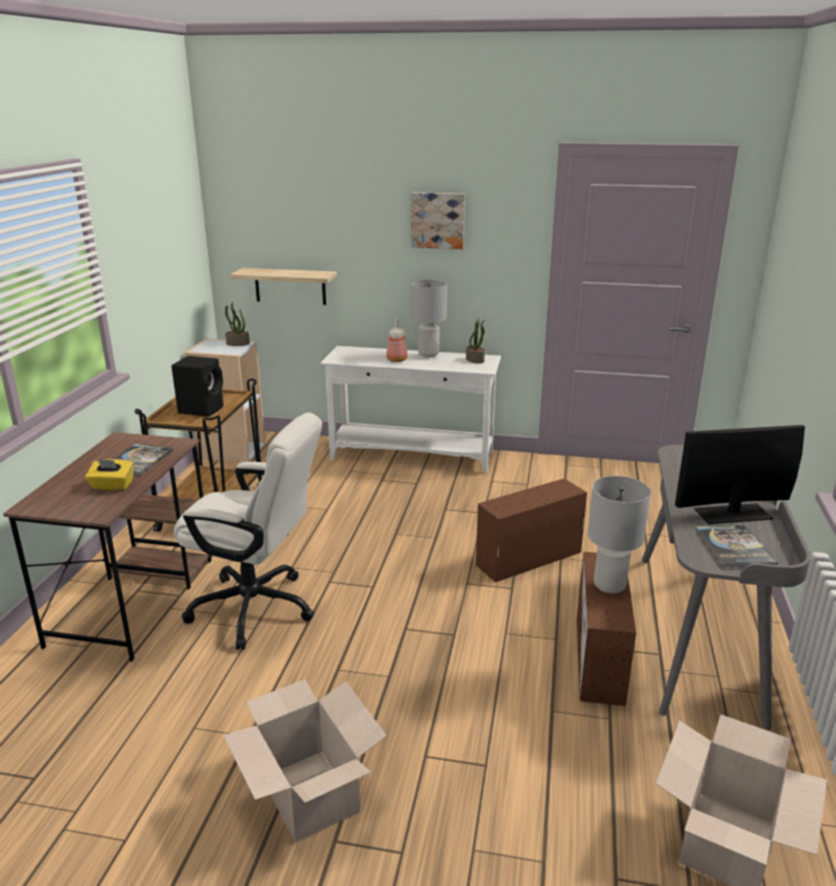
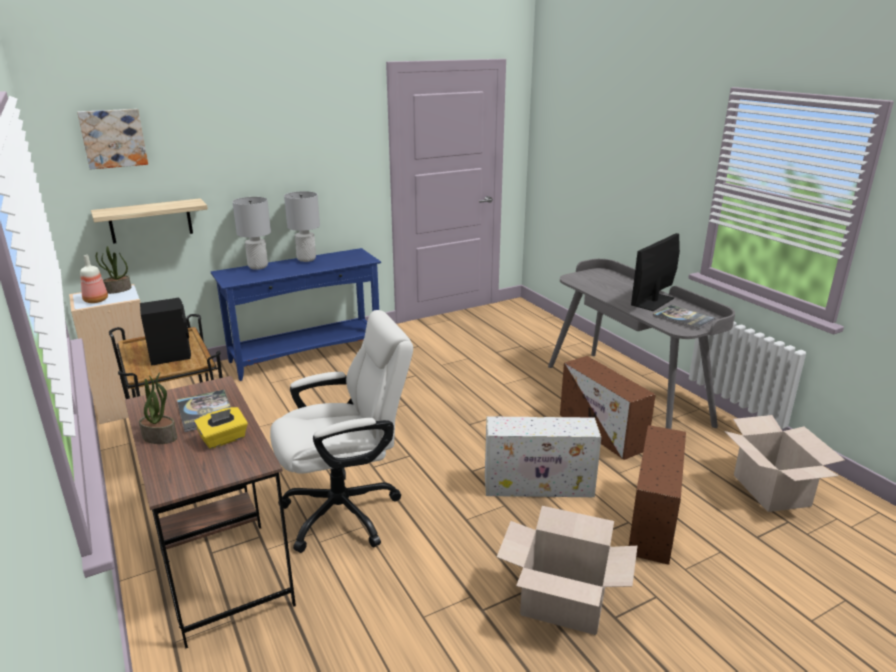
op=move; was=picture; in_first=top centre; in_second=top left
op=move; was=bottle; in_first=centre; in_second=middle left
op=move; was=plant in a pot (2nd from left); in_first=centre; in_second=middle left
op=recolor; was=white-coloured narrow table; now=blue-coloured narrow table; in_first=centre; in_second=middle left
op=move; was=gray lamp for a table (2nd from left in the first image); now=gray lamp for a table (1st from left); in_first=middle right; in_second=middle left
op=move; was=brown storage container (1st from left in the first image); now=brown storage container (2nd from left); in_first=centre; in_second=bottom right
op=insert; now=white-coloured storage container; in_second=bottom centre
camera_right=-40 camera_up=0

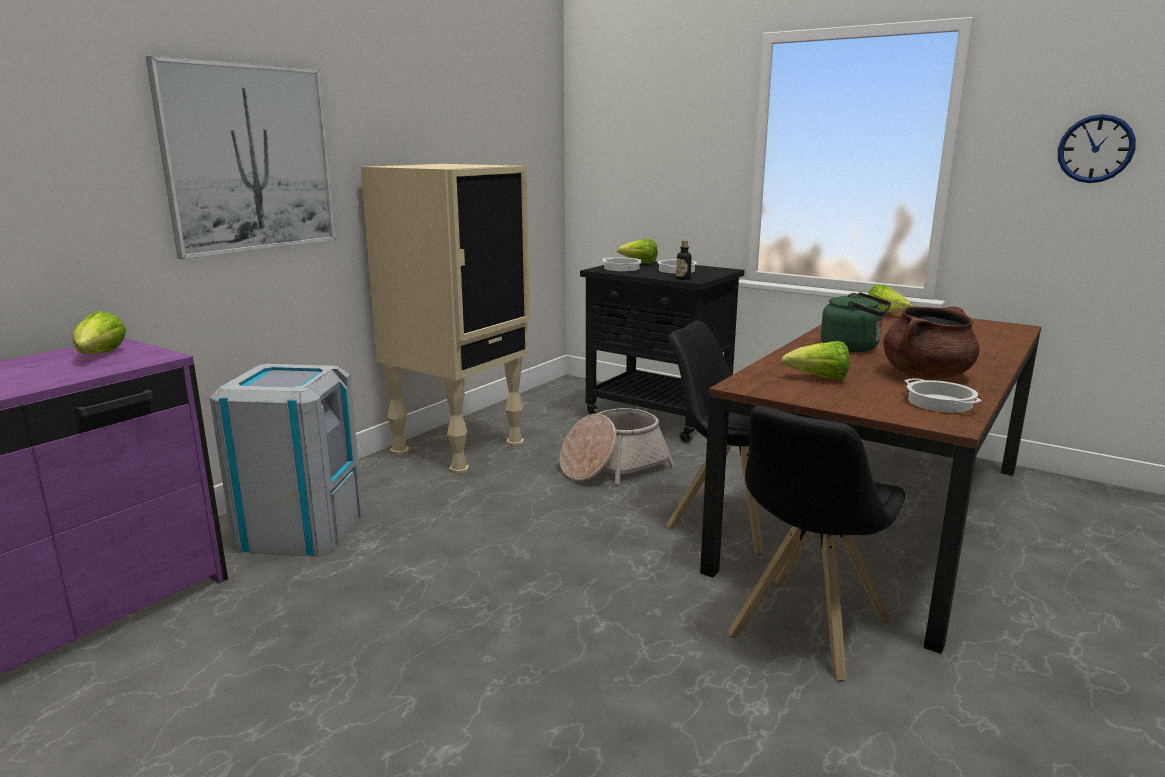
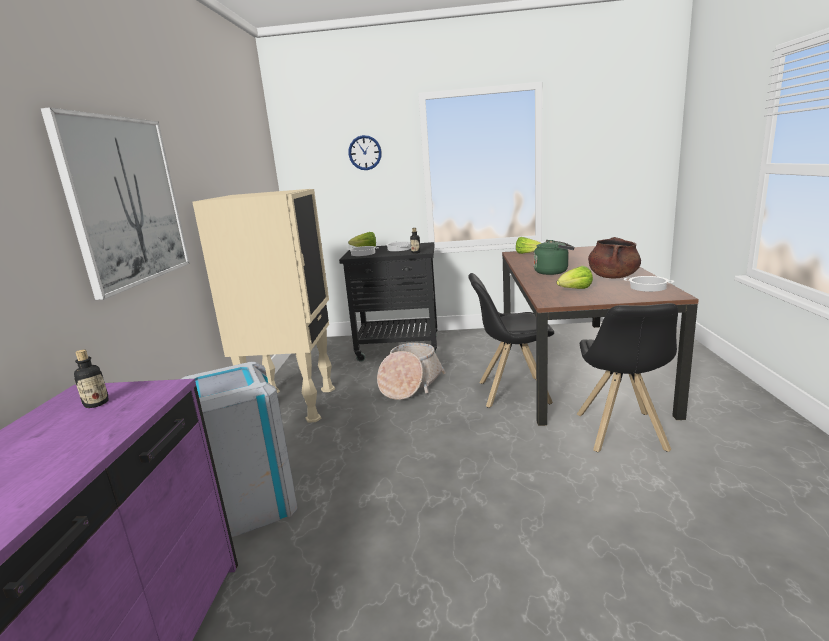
op=move; was=clock on the wall; in_first=top right; in_second=top centre
op=replace; was=lettuce head (1st from left); now=bottle (1st from left); in_first=middle left; in_second=middle left
camera_right=-30 camera_up=0

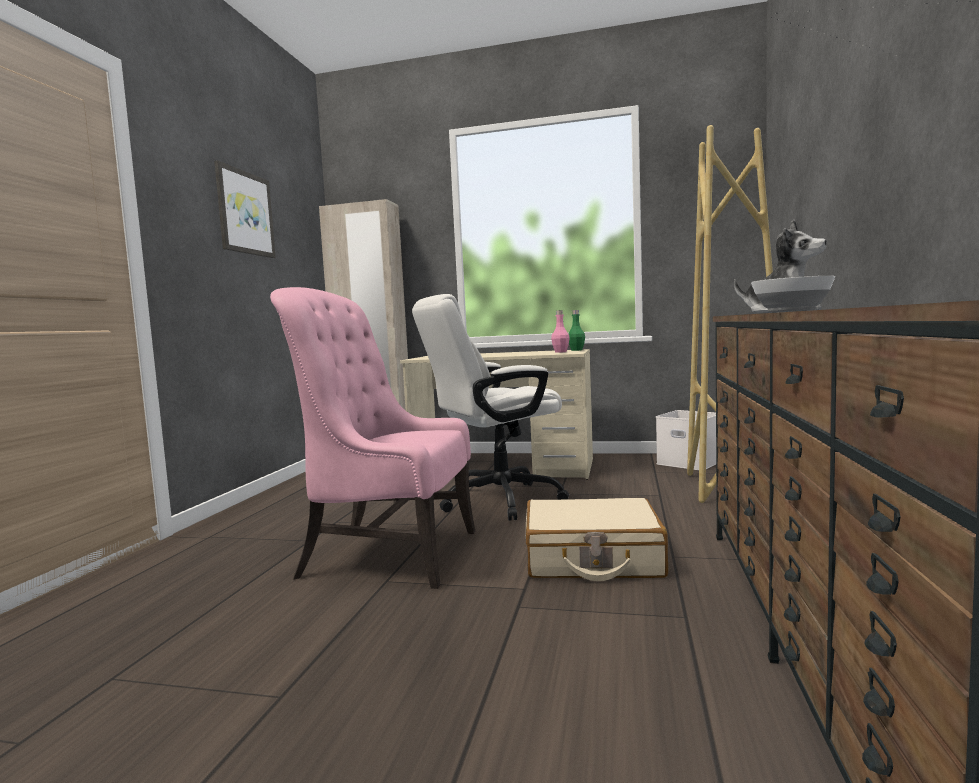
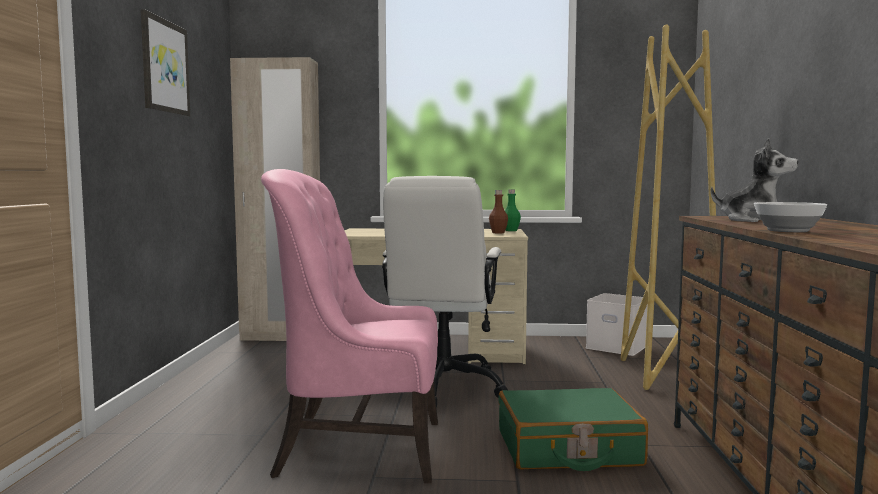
op=rotate; was=white-coloured computer chair; in_first=centre; in_second=centre; clockwise=-45
op=recolor; was=pink bottle; now=brown bottle; in_first=centre; in_second=centre
op=recolor; was=beige-coloured piece of luggage; now=greenish piece of luggage; in_first=bottom centre; in_second=bottom centre
camera_right=-10 camera_up=0

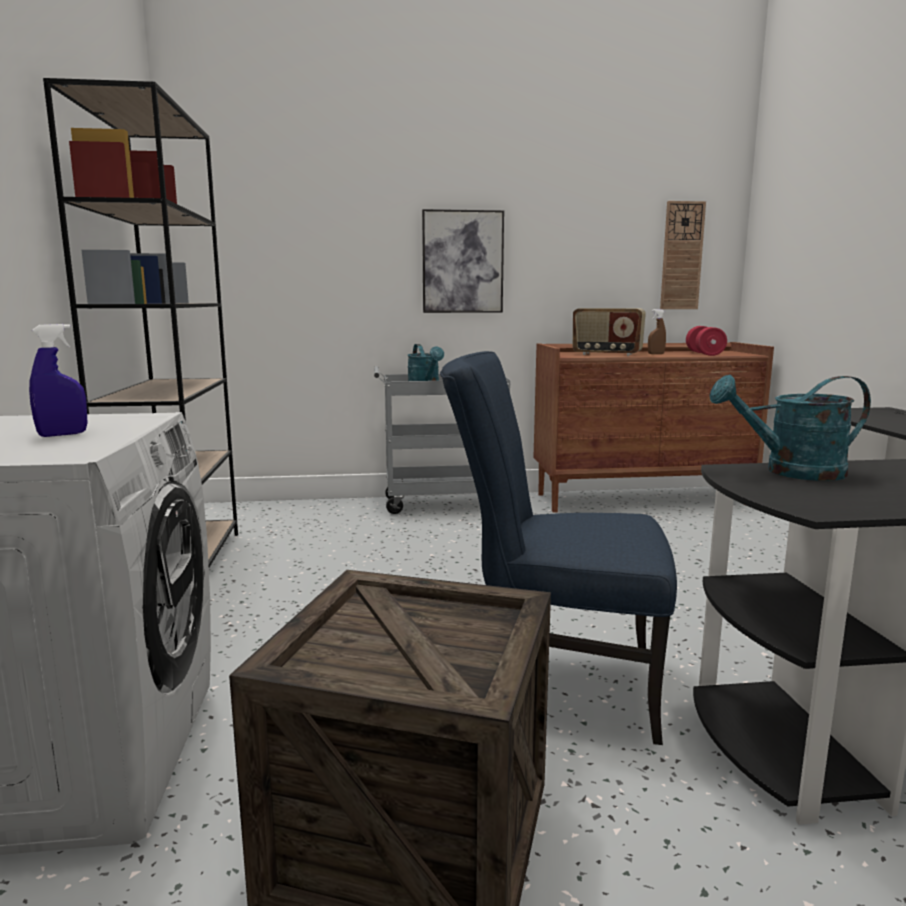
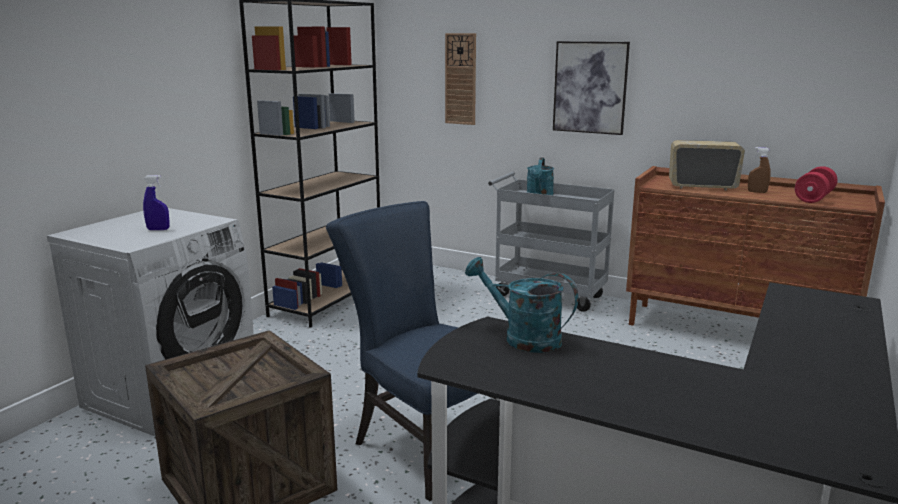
op=move; was=clock on the wall; in_first=top right; in_second=top centre
op=rotate; was=radio; in_first=middle right; in_second=top right; clockwise=135
camera_right=35 camera_up=5

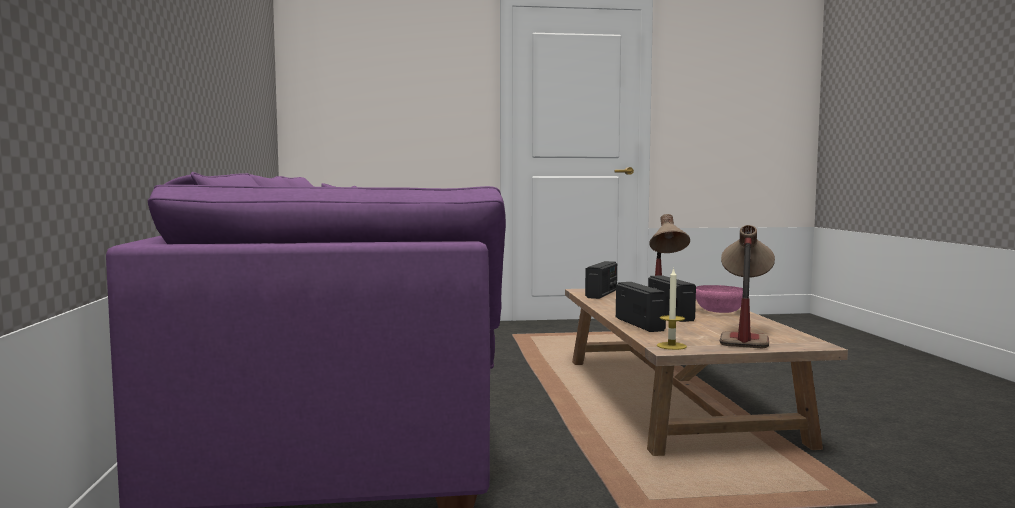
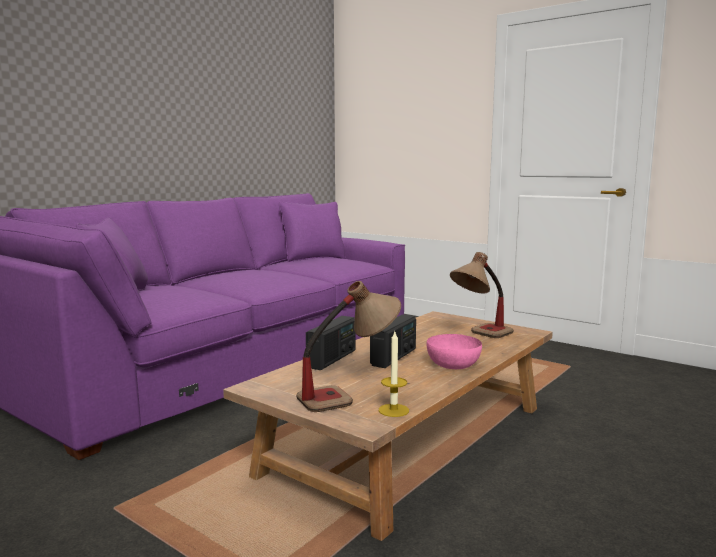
op=delete; was=radio (1st from left); in_first=centre
op=move; was=candle; in_first=centre; in_second=bottom centre
camera_right=45 camera_up=5

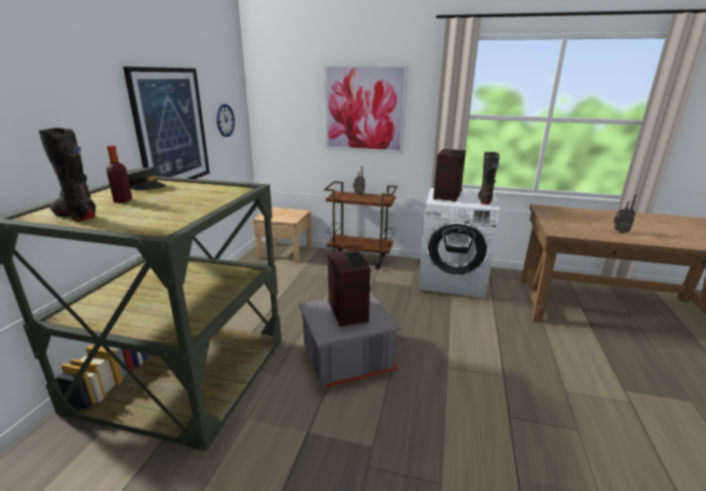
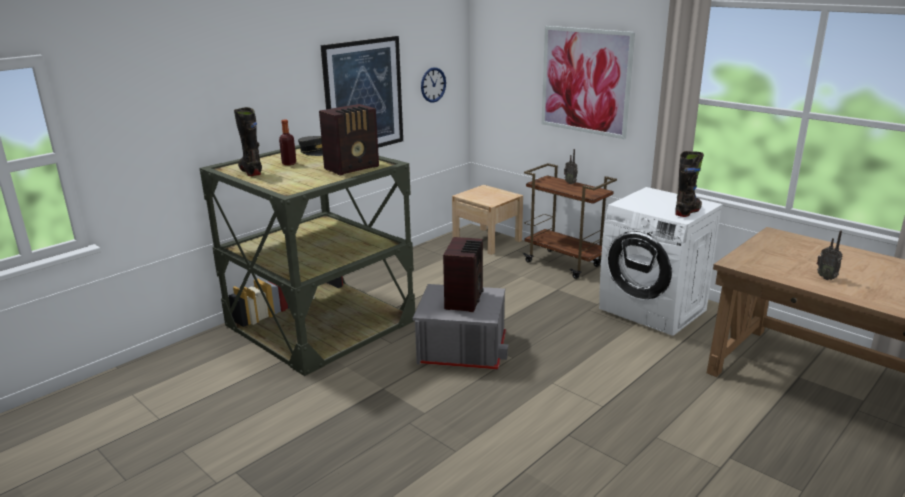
op=move; was=radio (3rd from left in the first image); now=radio (1st from left); in_first=centre; in_second=top centre
camera_right=30 camera_up=0

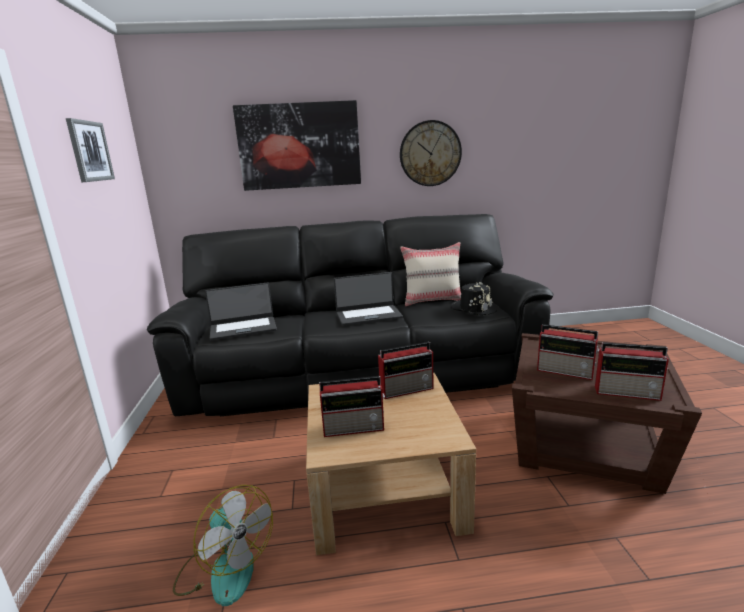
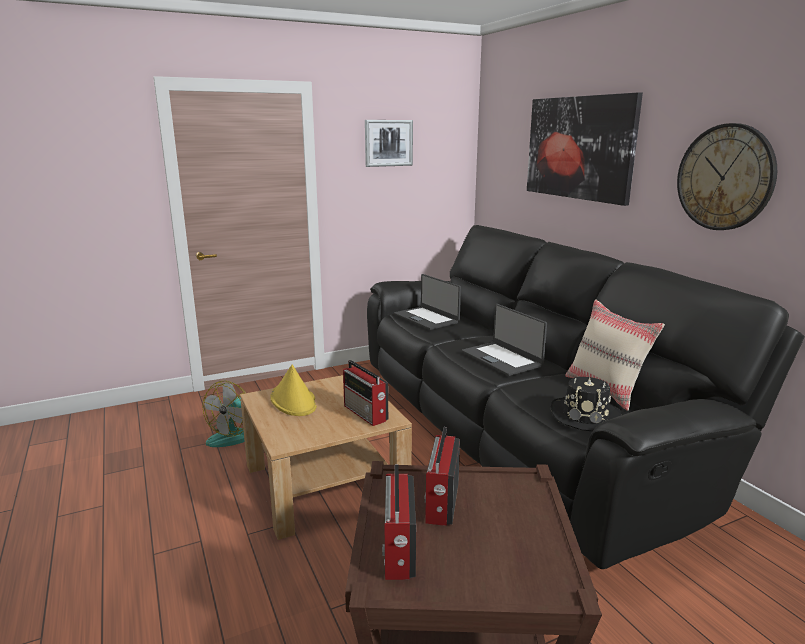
op=replace; was=radio (1st from left); now=yellowish hat; in_first=centre; in_second=centre
camera_right=70 camera_up=0

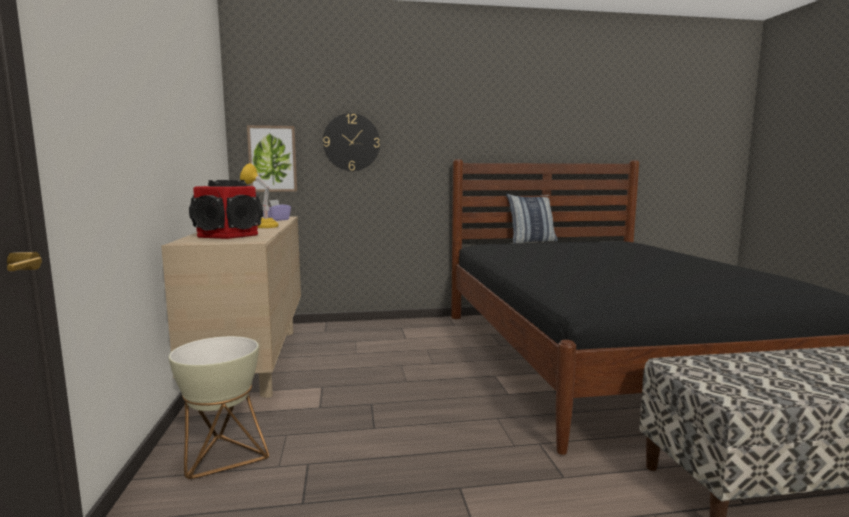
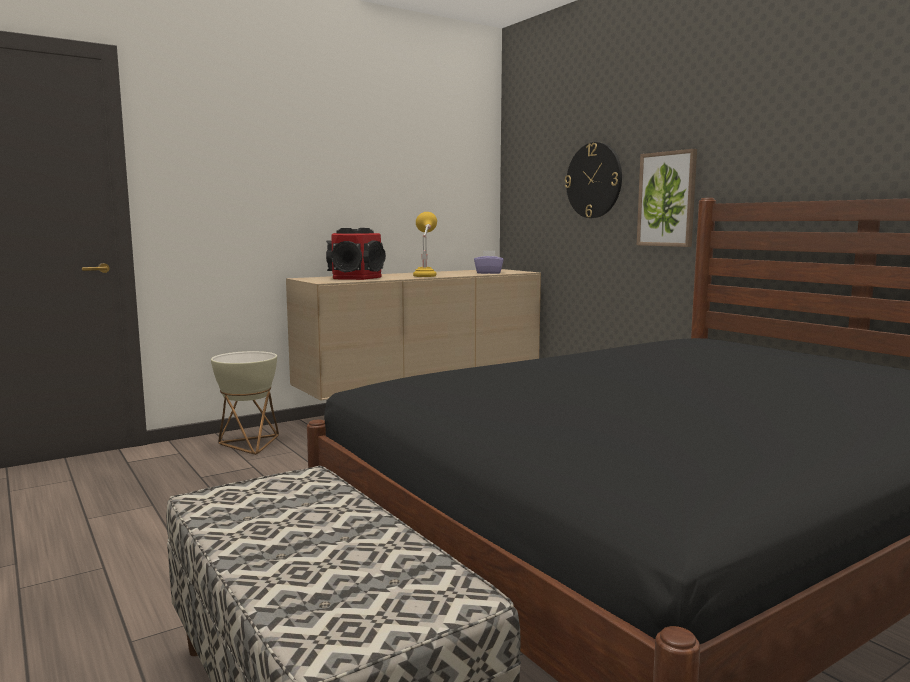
op=move; was=picture; in_first=top left; in_second=top right
op=delete; was=cushion; in_first=centre
camera_right=65 camera_up=0

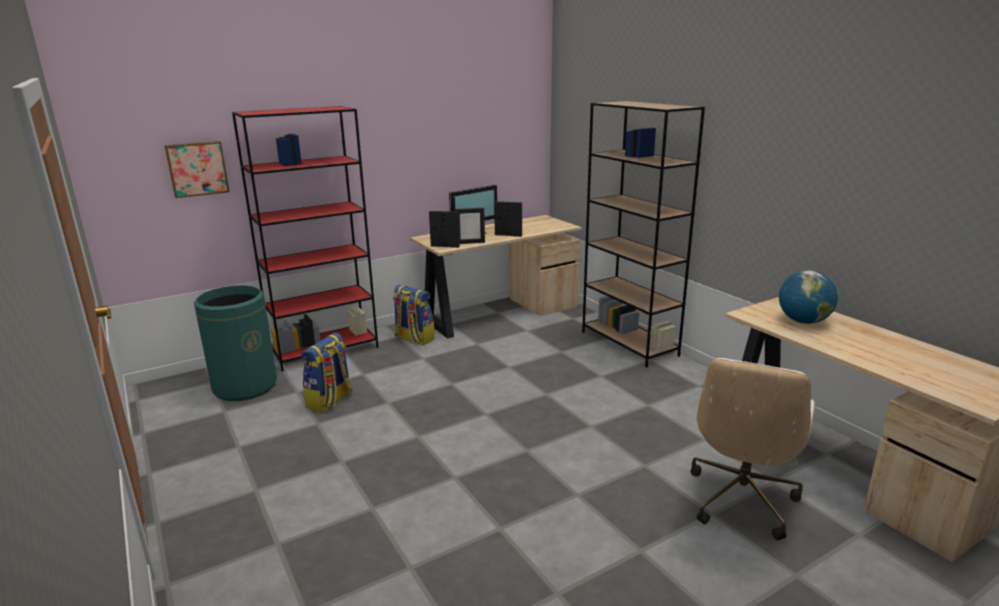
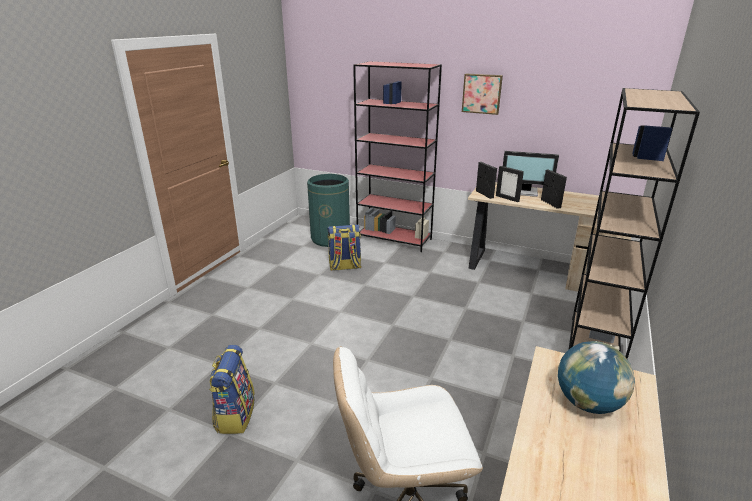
op=move; was=picture; in_first=top left; in_second=top centre
op=move; was=rucksack (2nd from left in the first image); now=rucksack (1st from left); in_first=centre; in_second=bottom left
camera_right=55 camera_up=5

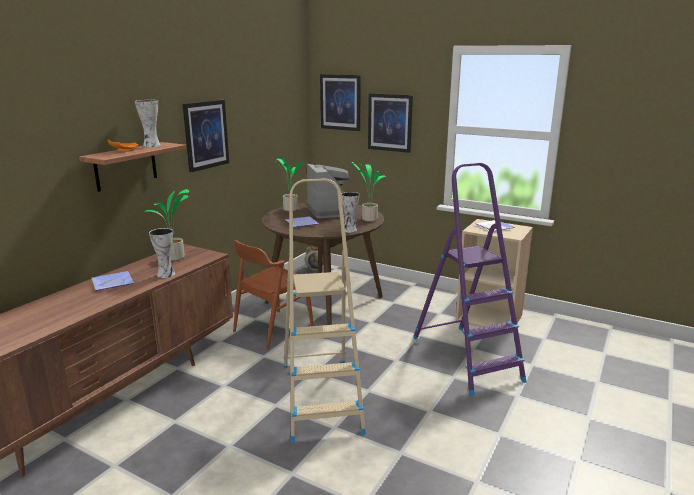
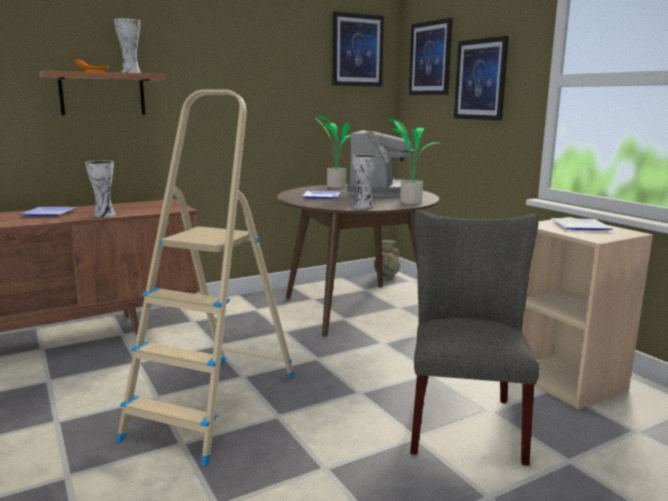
op=move; was=picture (1st from left); in_first=top left; in_second=top centre
op=replace; was=purplish step stool; now=gray plain chair; in_first=middle right; in_second=bottom right
op=delete; was=plant in a pot (1st from left); in_first=middle left
op=delete; was=brown plain chair; in_first=centre
camera_right=30 camera_up=-5

